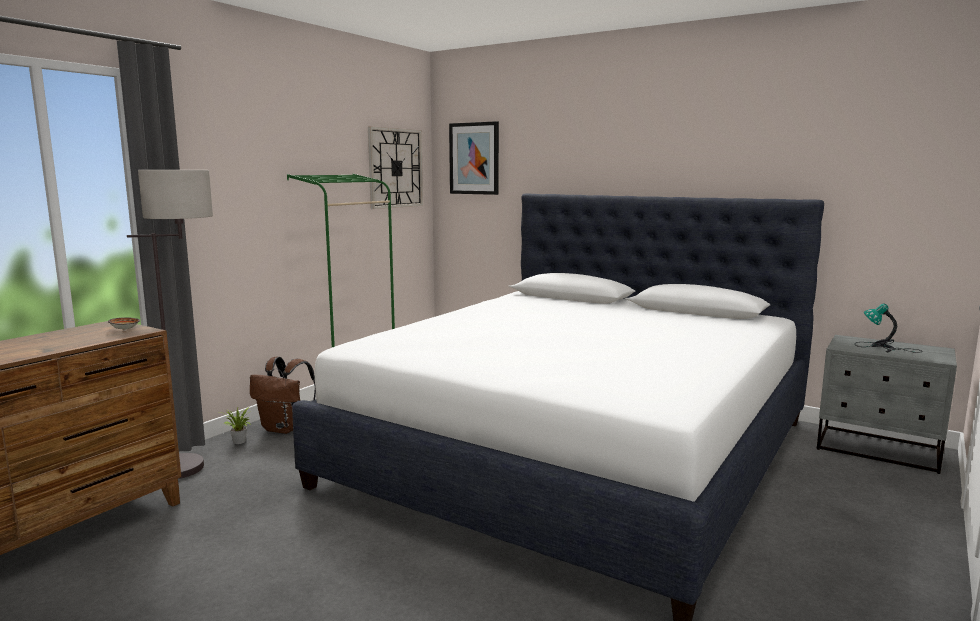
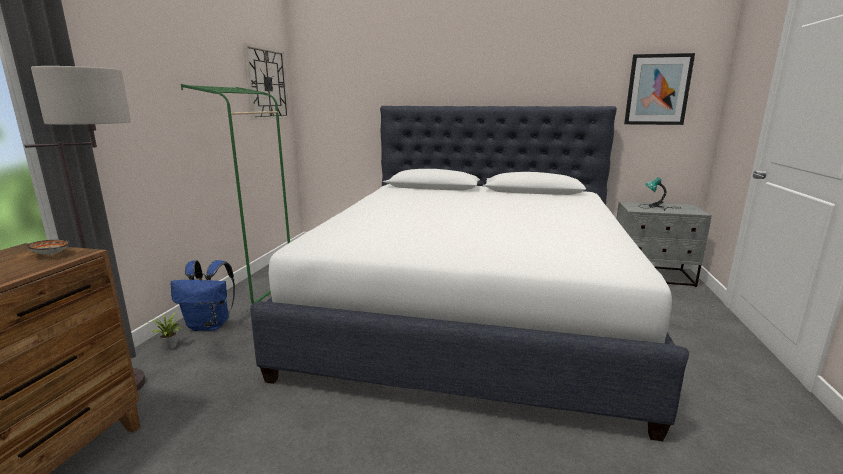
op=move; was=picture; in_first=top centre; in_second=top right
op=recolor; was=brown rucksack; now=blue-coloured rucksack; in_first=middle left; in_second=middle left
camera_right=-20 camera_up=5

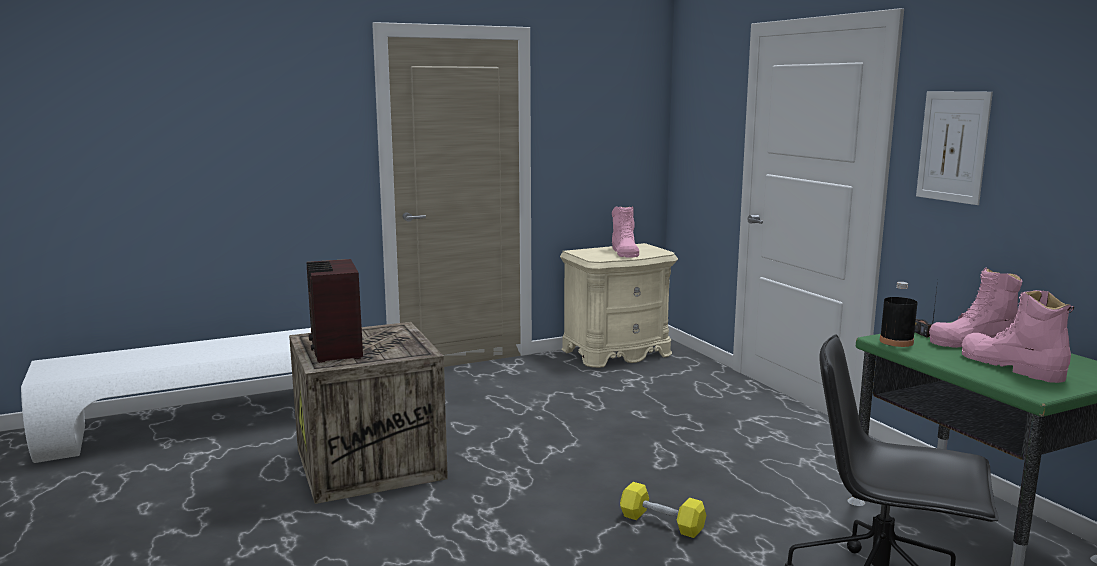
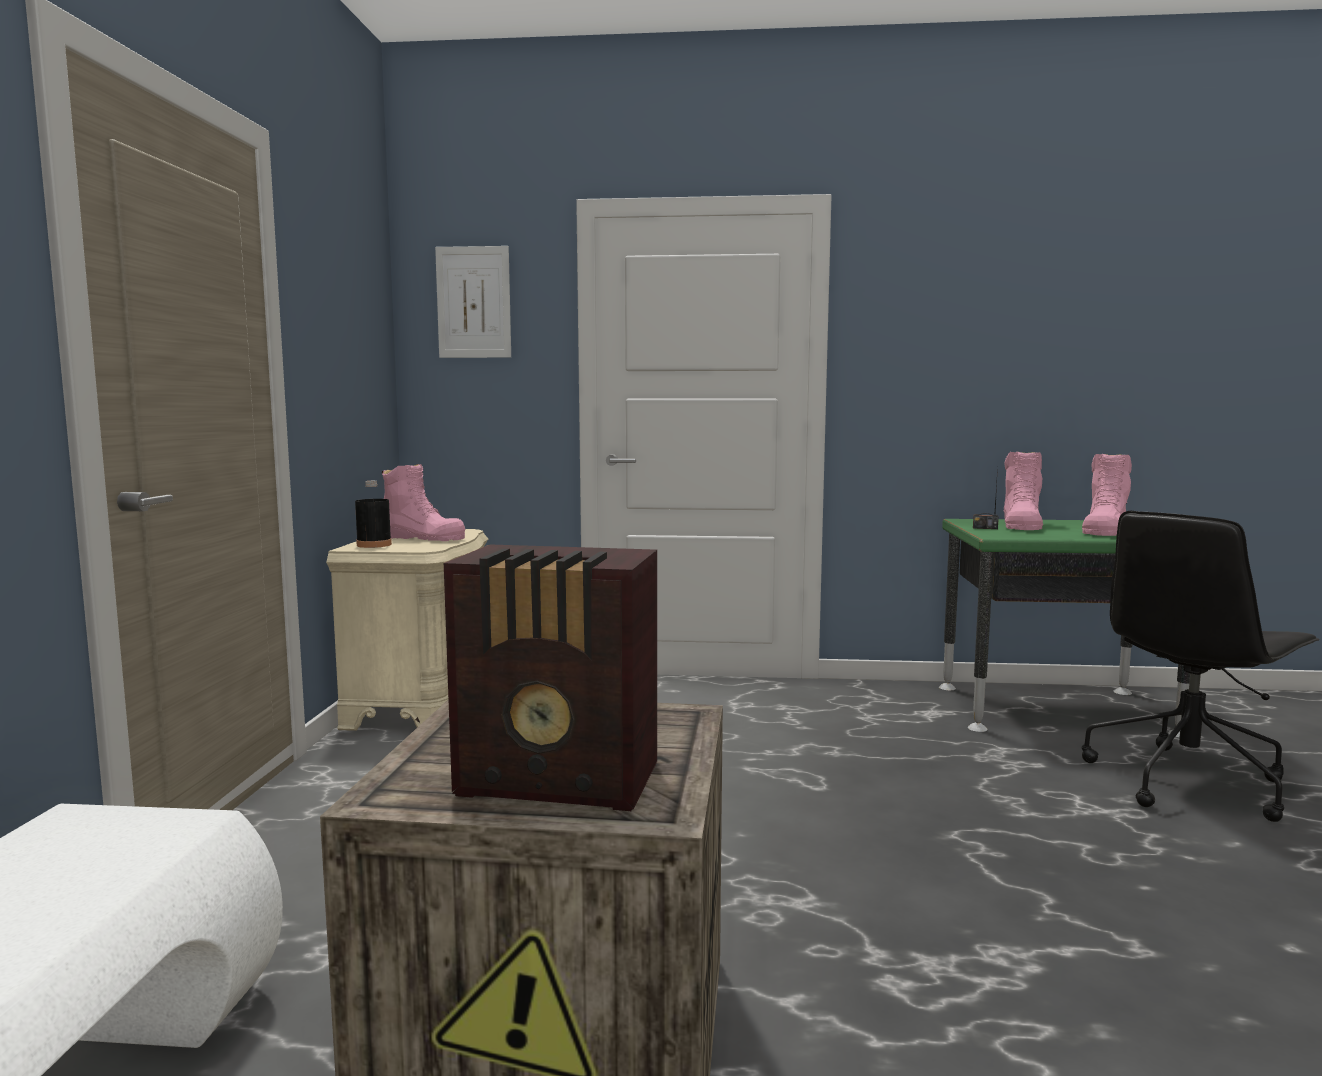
op=move; was=picture; in_first=top right; in_second=top centre
op=move; was=black bottle; in_first=middle right; in_second=middle left
op=rotate; was=pink high-top boot (3rd from left); in_first=middle right; in_second=middle right; clockwise=-60
op=delete; was=yellowish free weight; in_first=bottom centre
camera_right=-60 camera_up=-5

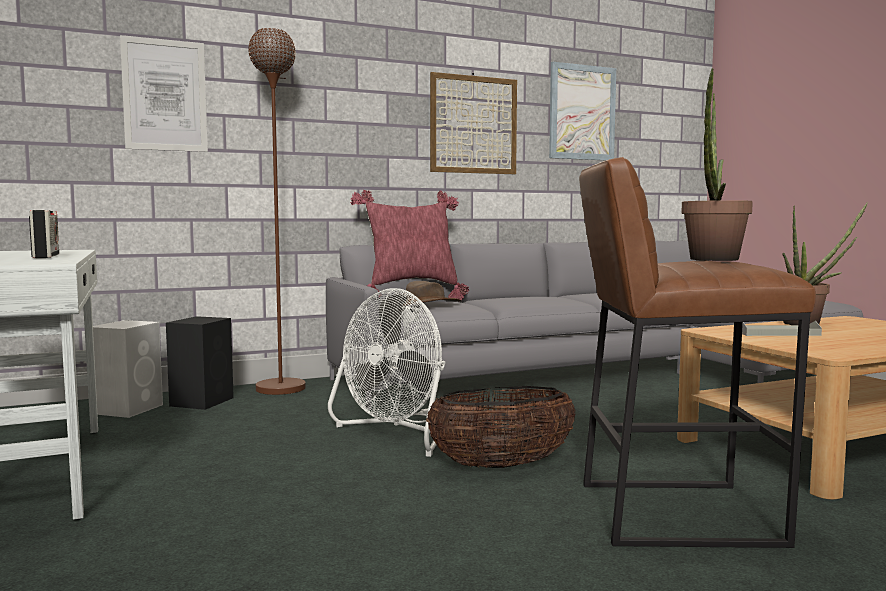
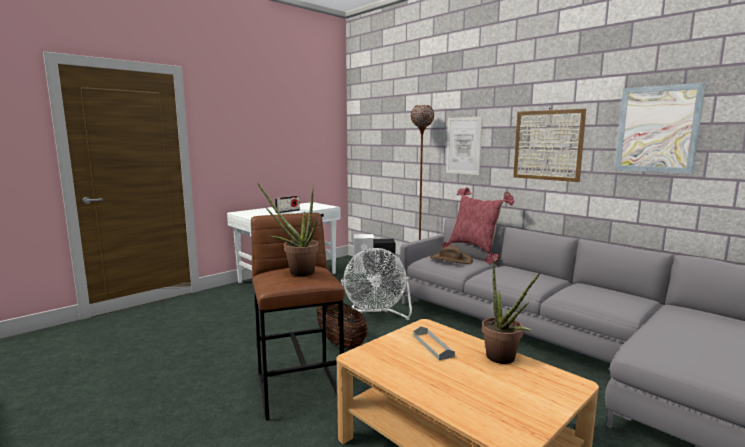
op=move; was=picture (1st from left); in_first=top left; in_second=top centre
op=rotate; was=white-coloured fan; in_first=centre; in_second=centre; clockwise=-120
camera_right=70 camera_up=5

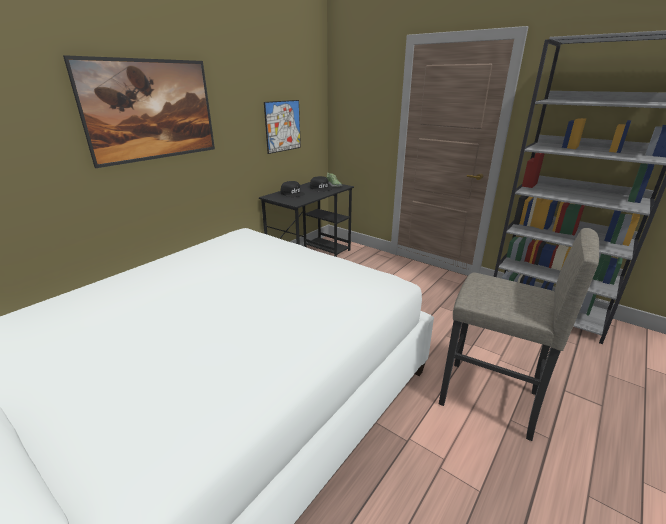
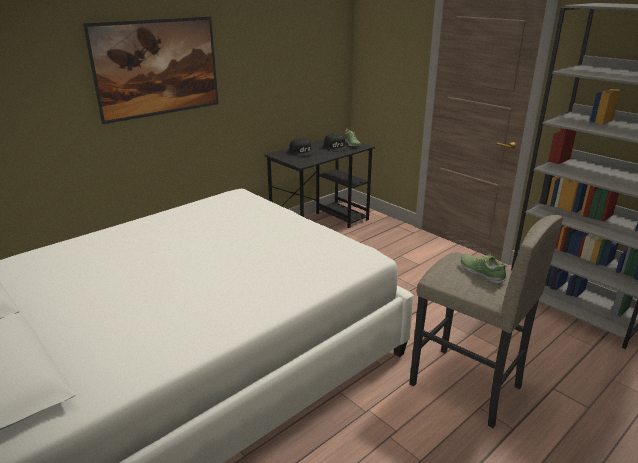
op=delete; was=picture (2nd from left); in_first=top centre
op=insert; now=item of footwear (2nd from left); in_second=middle right
camera_right=10 camera_up=0

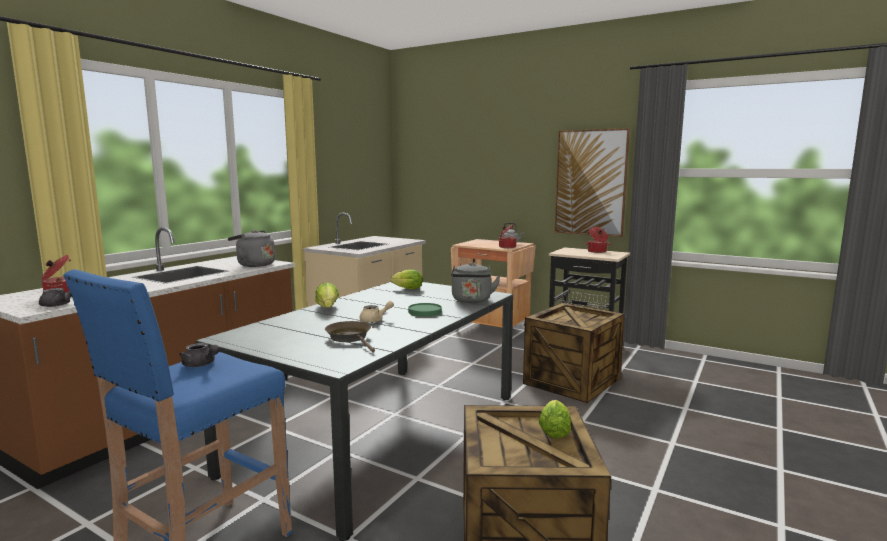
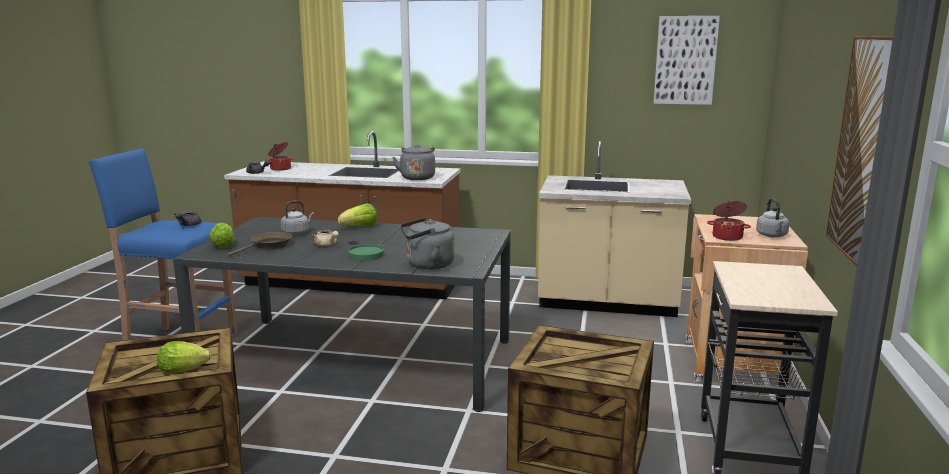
op=delete; was=saucepot (3rd from left); in_first=middle right
op=move; was=lettuce head (2nd from left); in_first=centre; in_second=middle left
op=insert; now=picture (1st from left); in_second=top right
op=insert; now=gray water kettle (1st from left); in_second=middle left
camera_right=70 camera_up=5

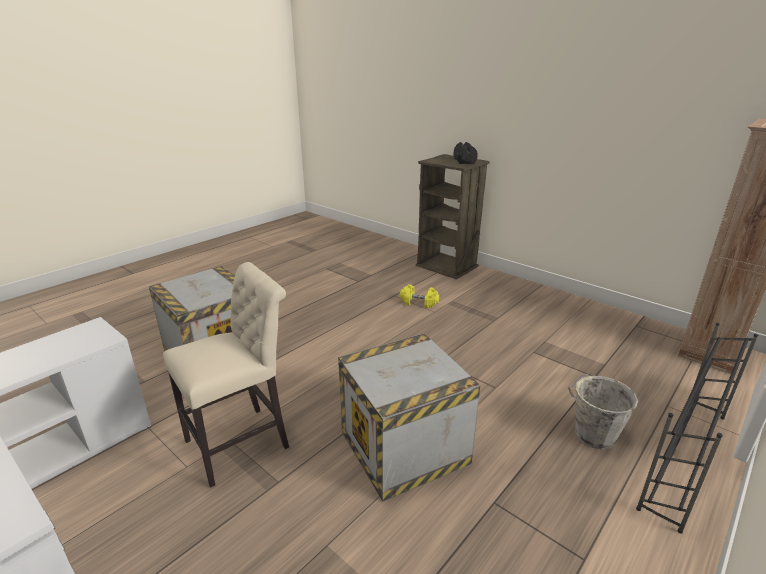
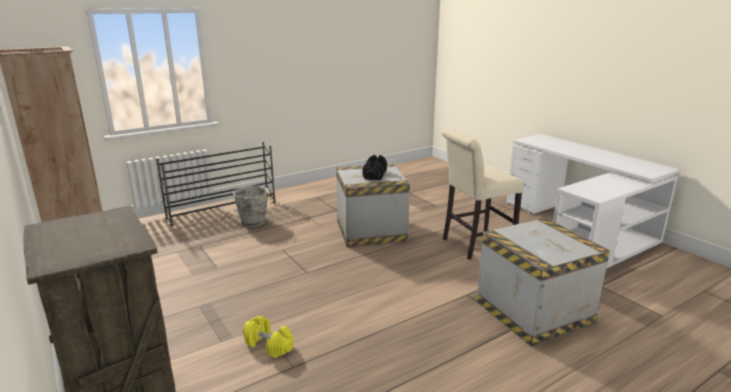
op=move; was=black free weight; in_first=top centre; in_second=centre
camera_right=-165 camera_up=-5

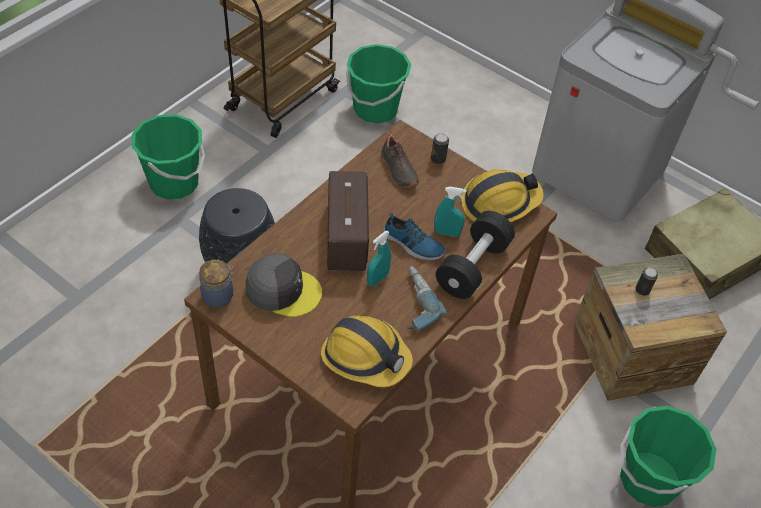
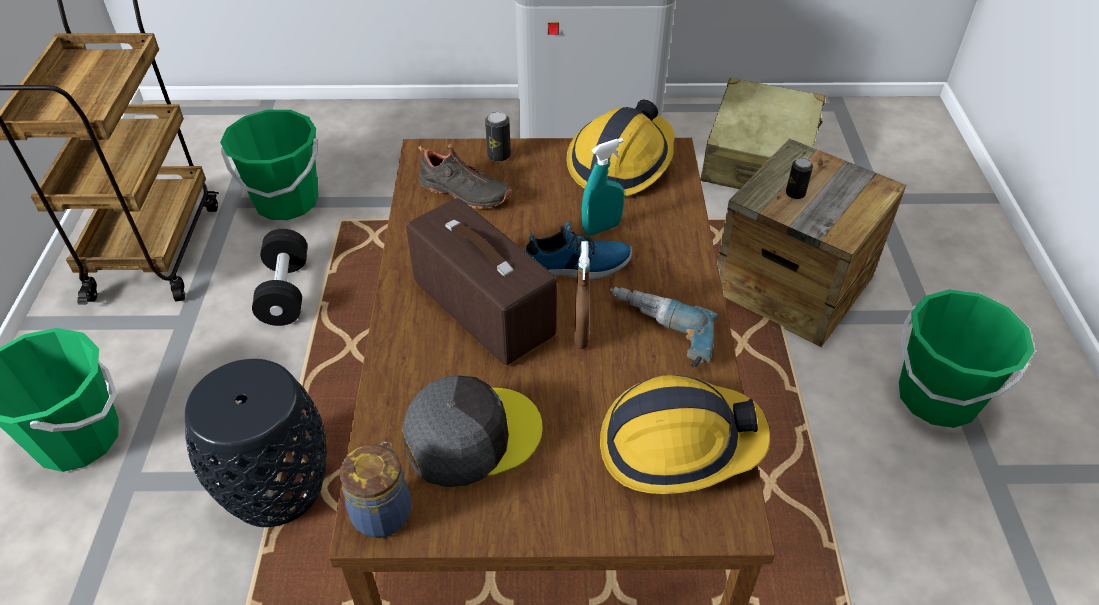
op=move; was=black free weight; in_first=centre; in_second=middle left
op=recolor; was=turquoise-coloured sprayer (1st from left); now=brown sprayer; in_first=centre; in_second=centre
camera_right=-35 camera_up=-5

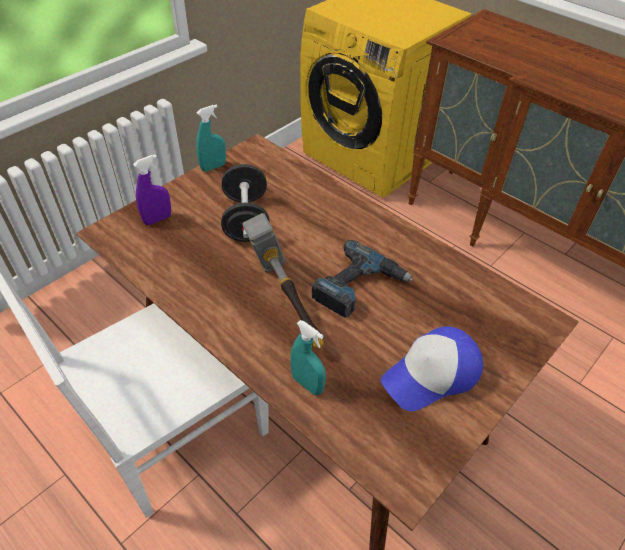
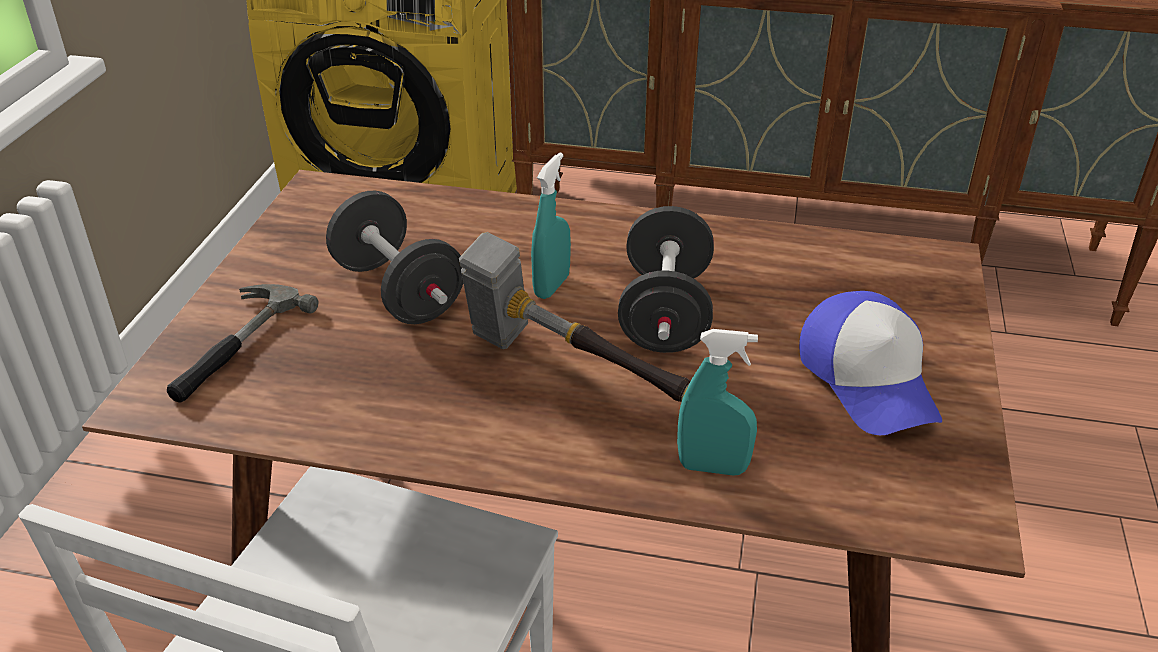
op=move; was=turquoise-coloured sprayer (1st from left); in_first=top centre; in_second=centre
op=replace; was=purplish sprayer; now=hand hammer (1st from left); in_first=middle left; in_second=middle left
op=replace; was=drill; now=black free weight (2nd from left); in_first=centre; in_second=centre
op=rotate; was=cap; in_first=bottom right; in_second=middle right; clockwise=-45
camera_right=-30 camera_up=-10

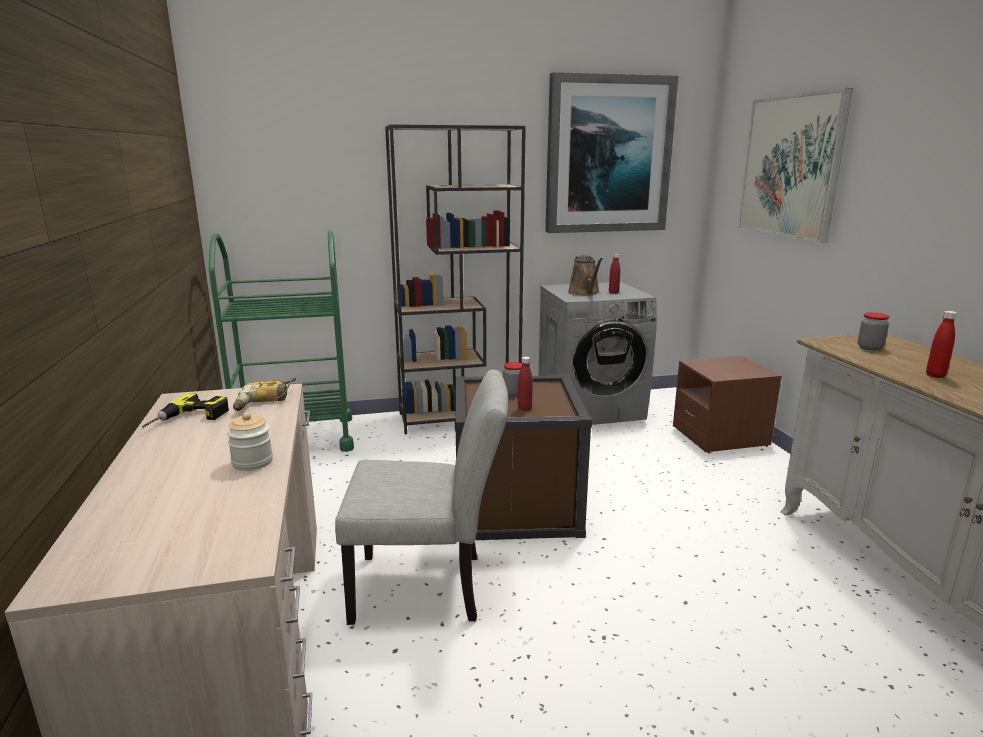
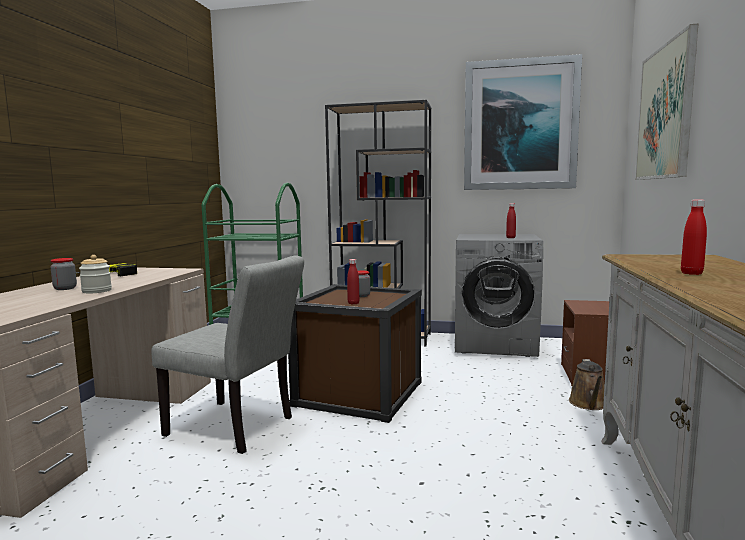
op=move; was=brown watering pot; in_first=centre; in_second=bottom right
op=move; was=preserve jar (3rd from left in the first image); now=preserve jar (1st from left); in_first=middle right; in_second=middle left
op=delete; was=drill (2nd from left); in_first=middle left
camera_right=25 camera_up=-10

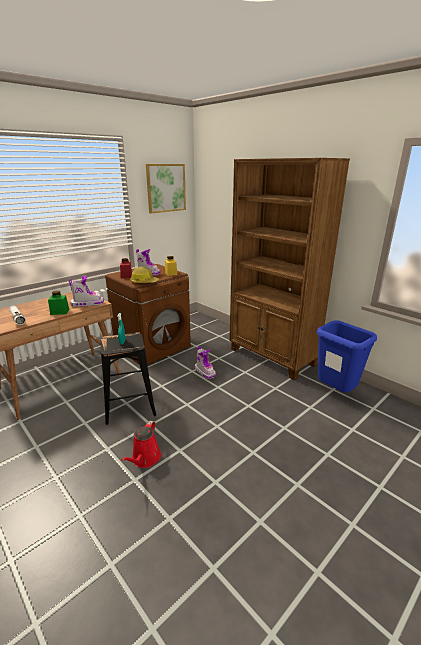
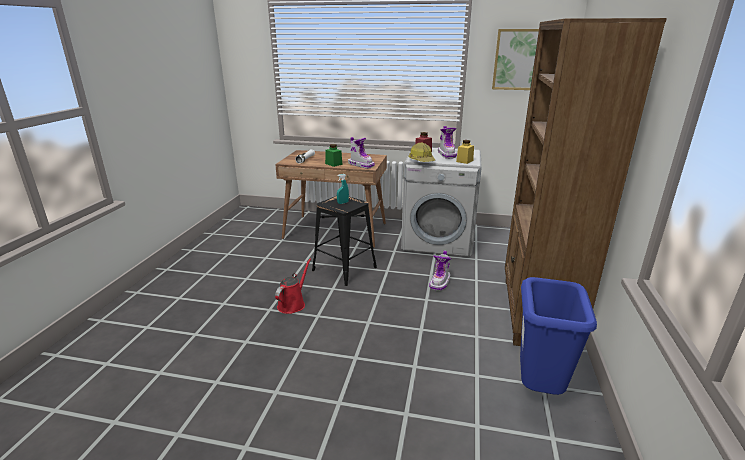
op=recolor; was=brown laundry appliance; now=white-coloured laundry appliance; in_first=centre; in_second=centre
op=rotate; was=red watering pot; in_first=bottom centre; in_second=centre; clockwise=135
camera_right=55 camera_up=0

